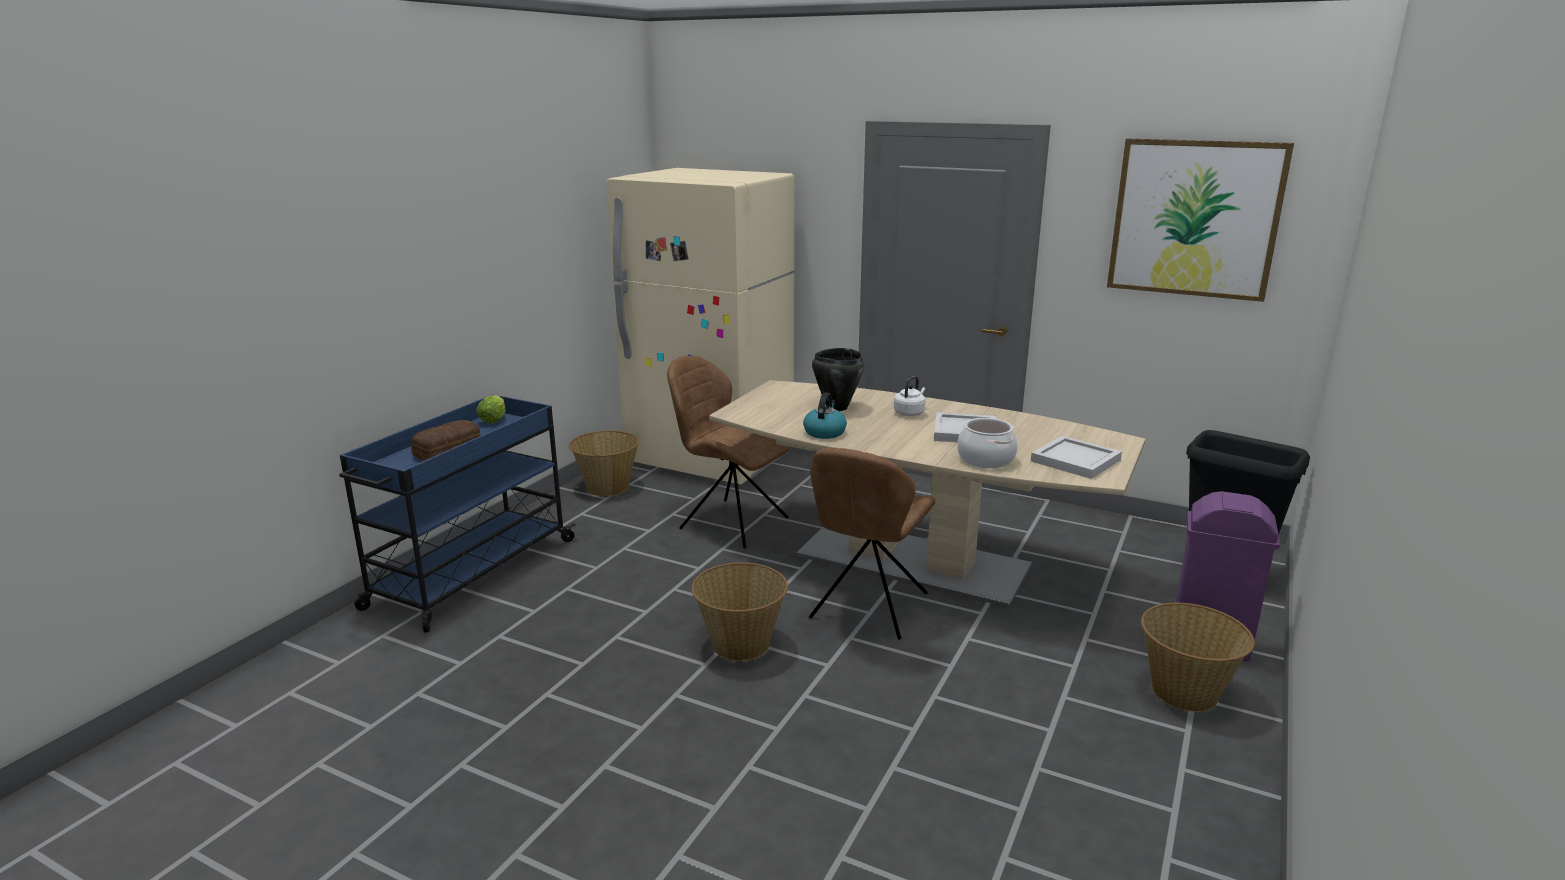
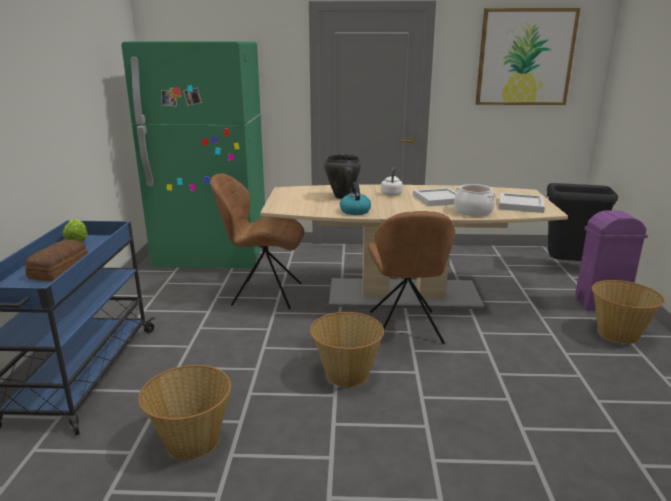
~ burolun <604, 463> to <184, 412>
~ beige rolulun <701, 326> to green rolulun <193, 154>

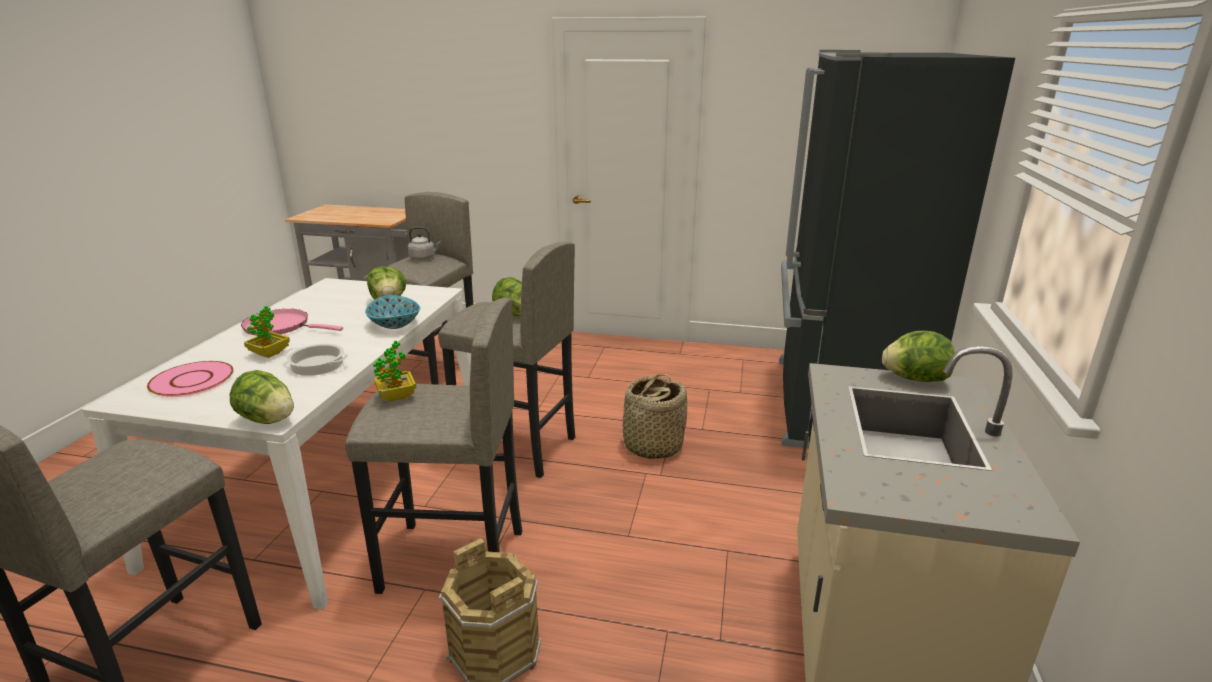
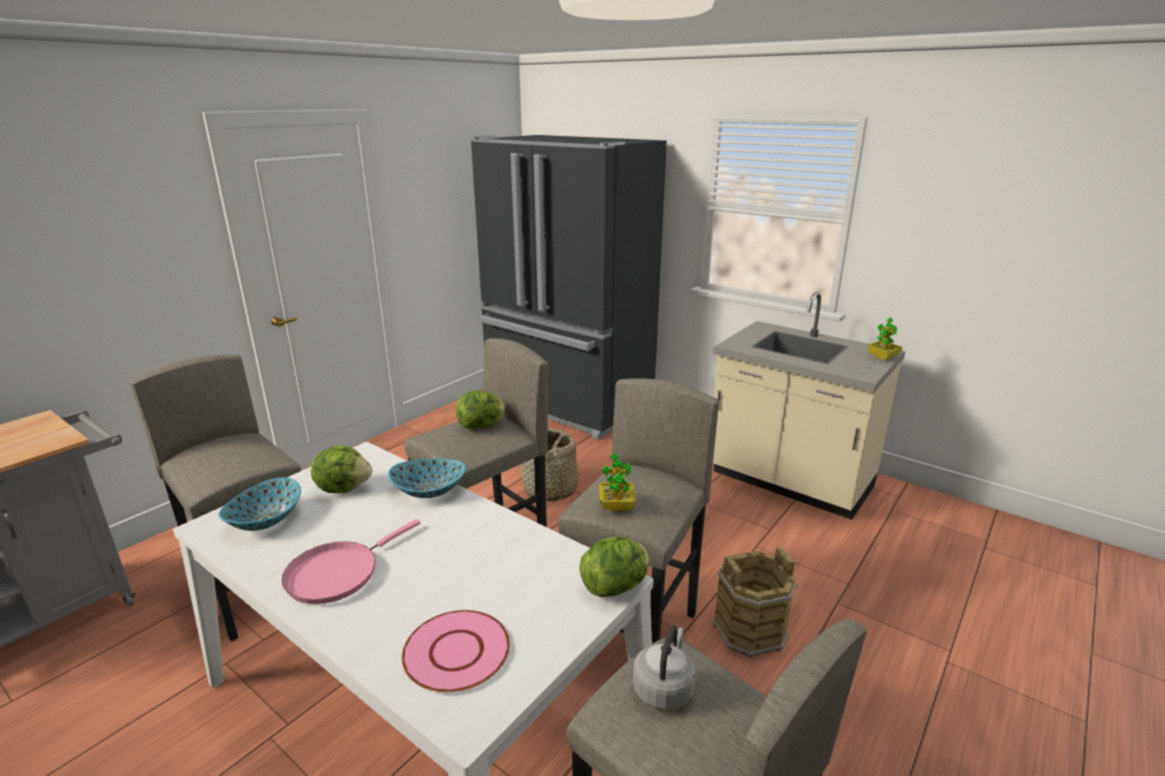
- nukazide <315, 360>
- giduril <918, 356>
+ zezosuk <259, 504>
~ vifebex <267, 332> to <884, 339>
~ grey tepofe <424, 243> to <664, 667>

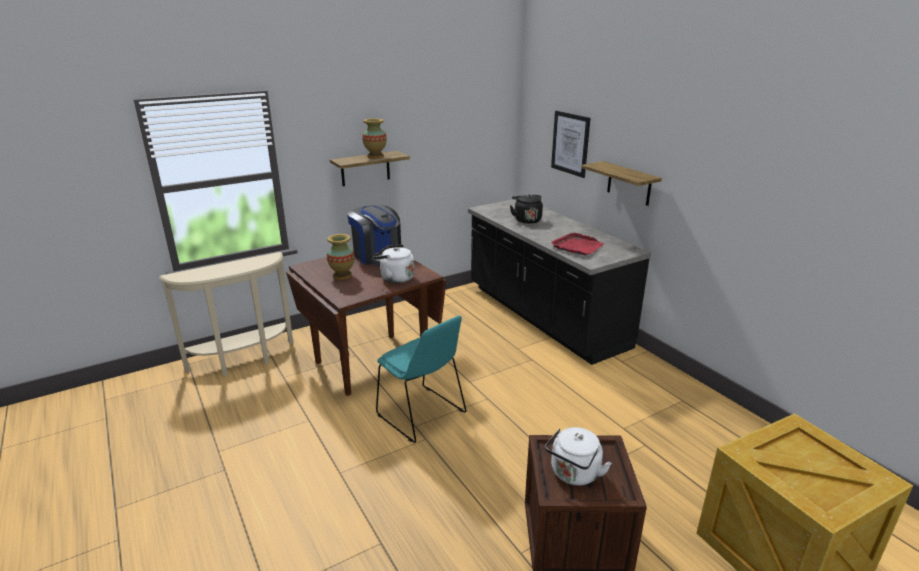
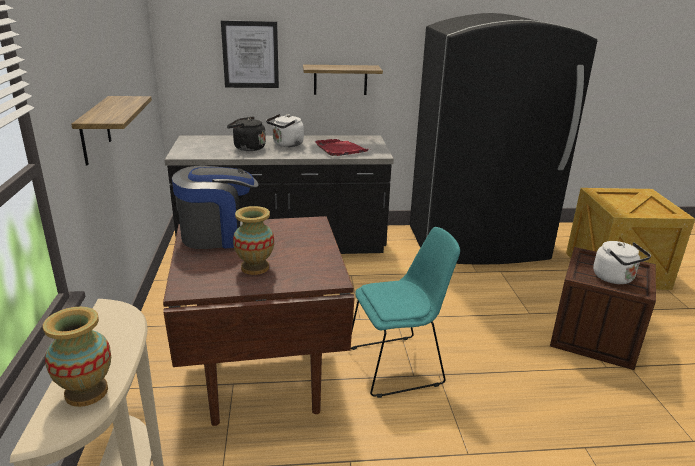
+ black rolulun <503, 139>
~ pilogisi <374, 138> to <77, 357>
~ white tepofe <394, 263> to <285, 130>

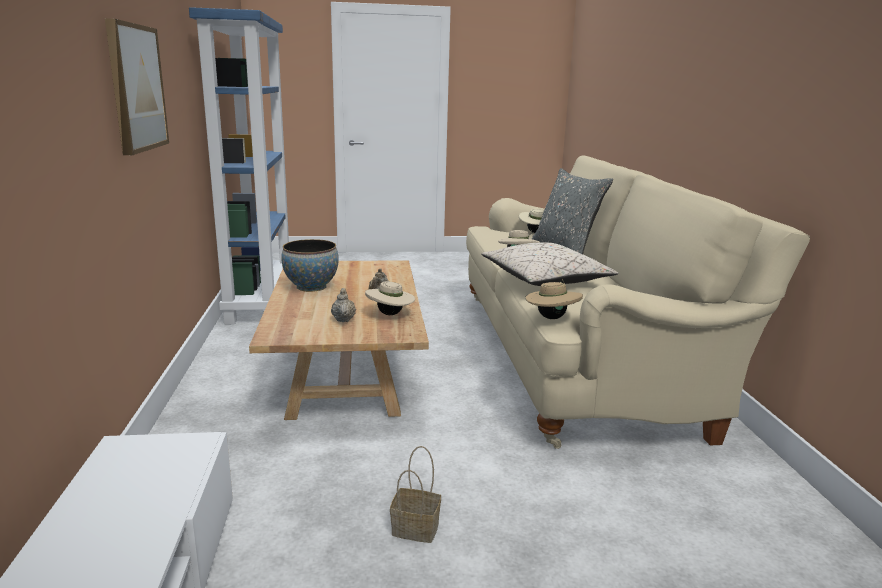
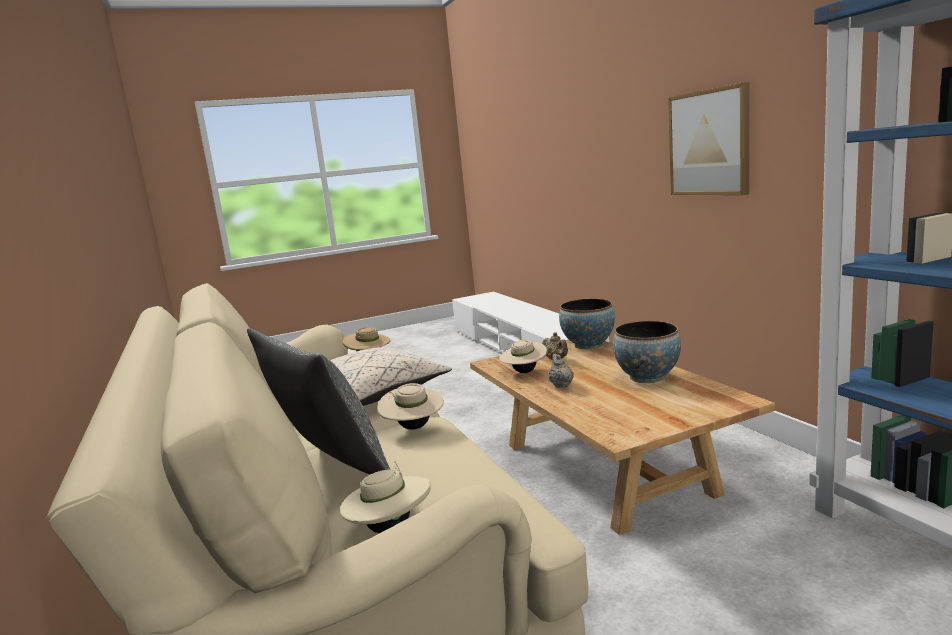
- burolun <415, 494>
+ zezosuk <587, 324>

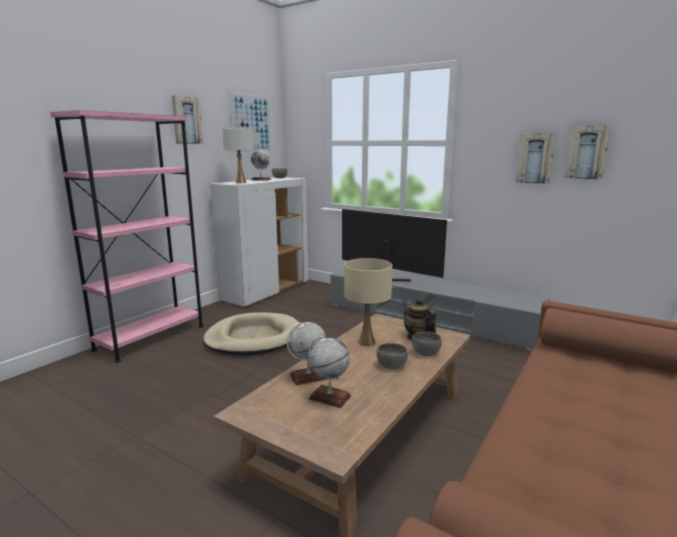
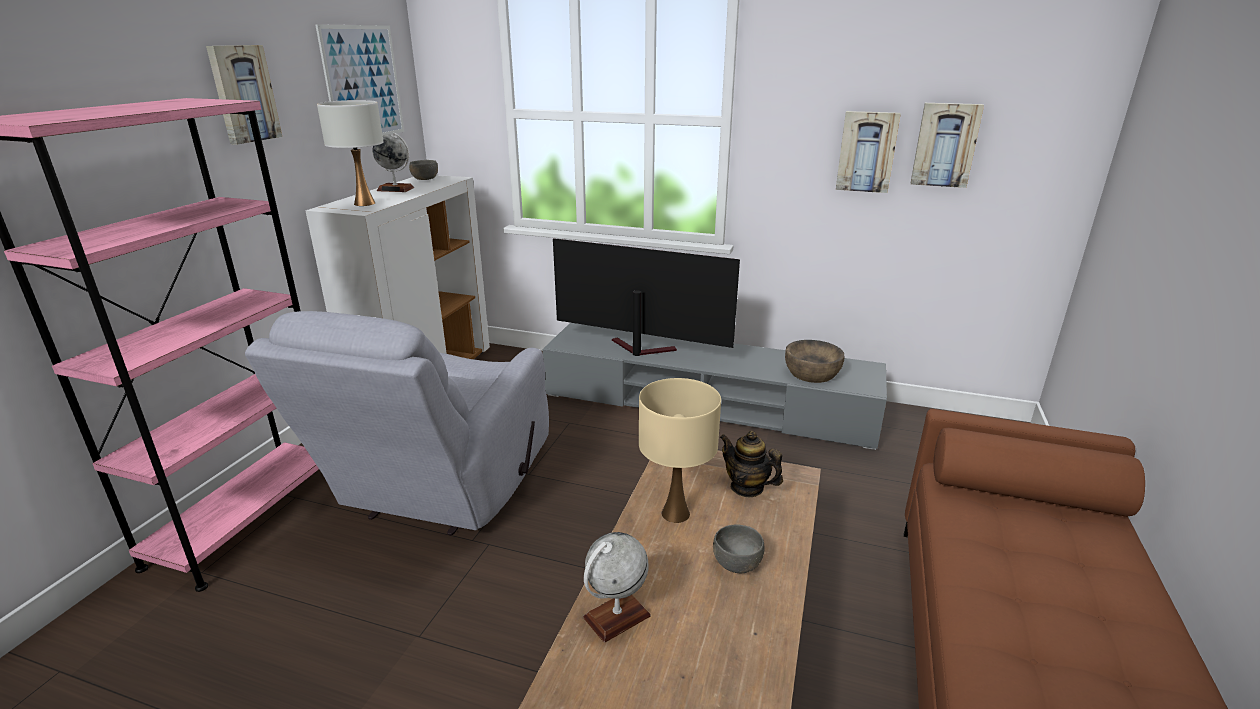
- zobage <330, 372>
- grey zezosuk <427, 343>
+ brown zezosuk <814, 361>
~ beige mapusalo <251, 333> to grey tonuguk <397, 423>

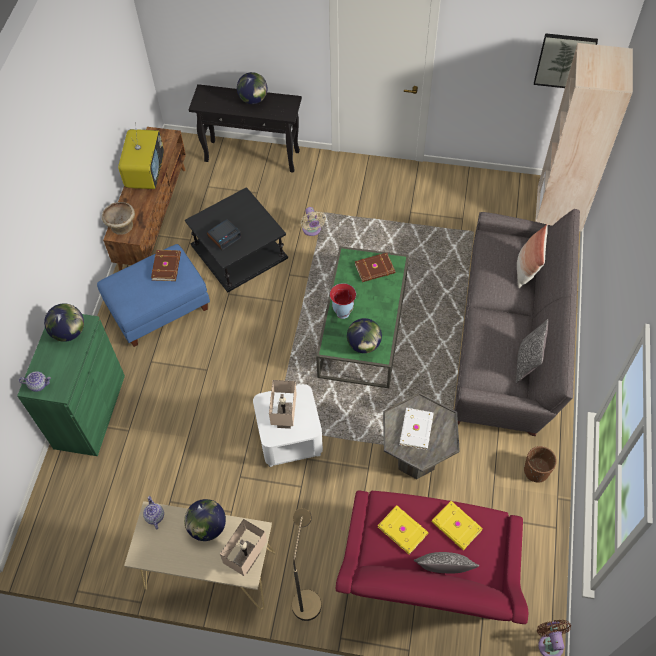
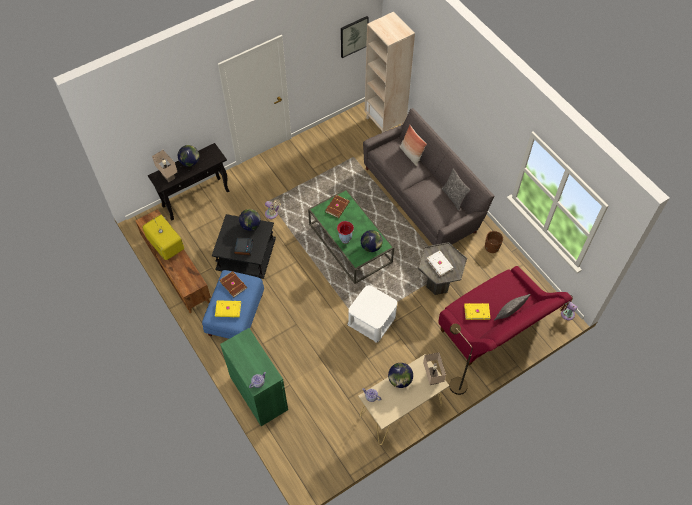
- beige zezosuk <118, 218>
~ zobage <64, 323> to <250, 220>
~ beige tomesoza <283, 404> to <164, 166>
~ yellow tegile <457, 525> to <228, 308>

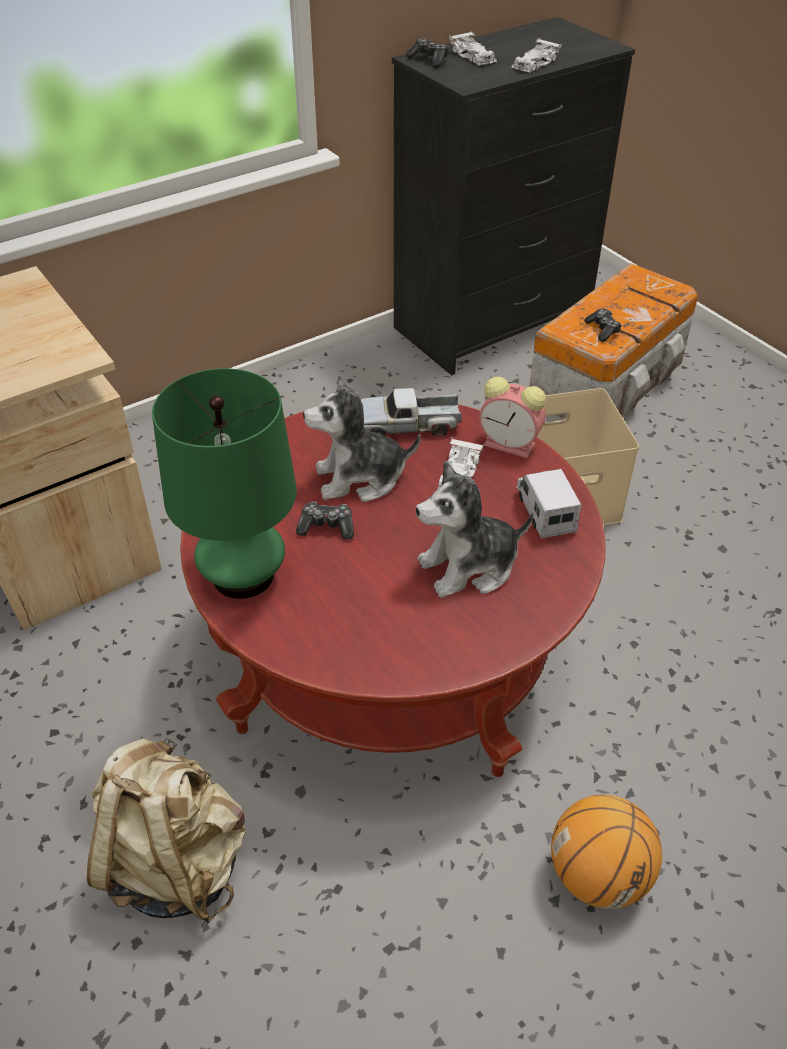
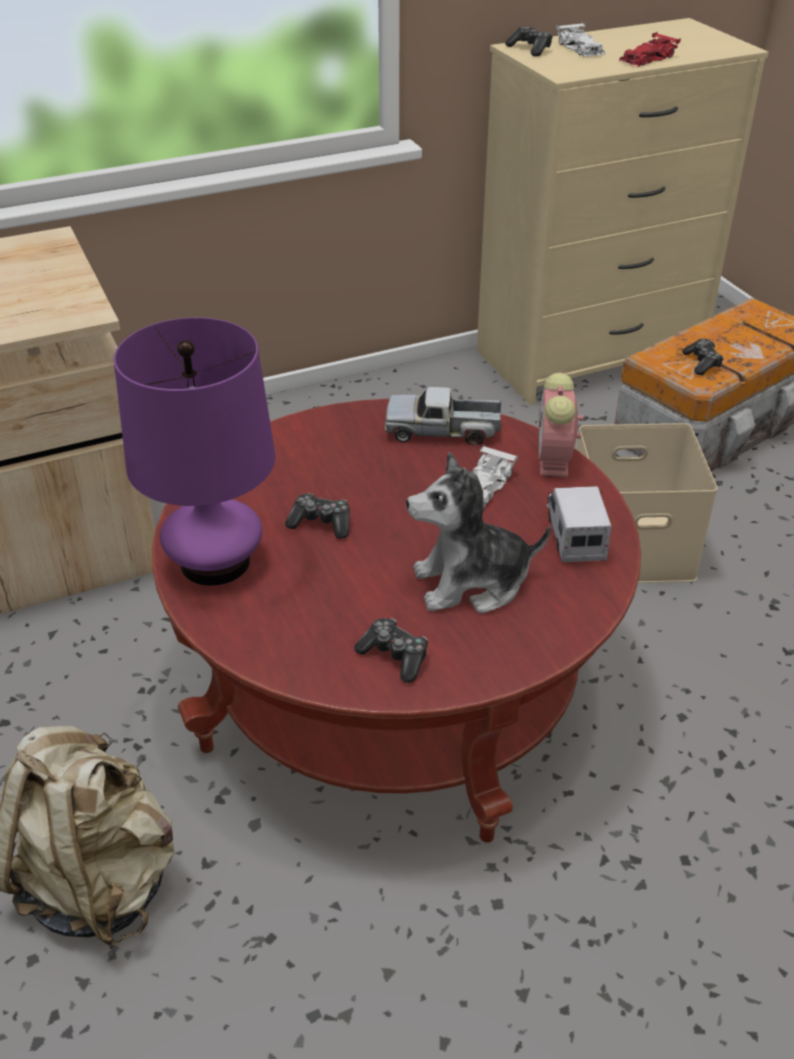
- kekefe <362, 438>
- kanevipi <606, 852>
+ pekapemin <391, 650>
~ green tomesoza <224, 483> to purple tomesoza <194, 451>
~ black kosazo <513, 196> to beige kosazo <623, 211>
~ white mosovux <536, 55> to red mosovux <650, 49>
~ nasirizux <512, 417> = <561, 425> 60 degrees clockwise

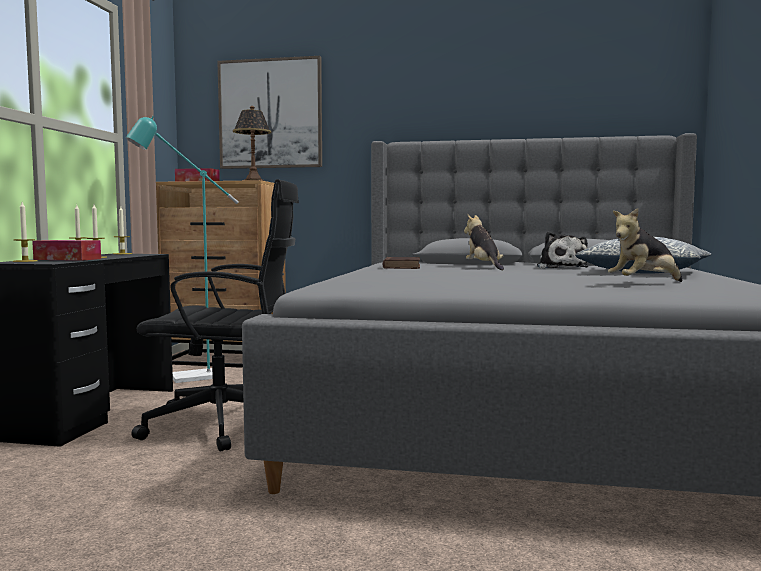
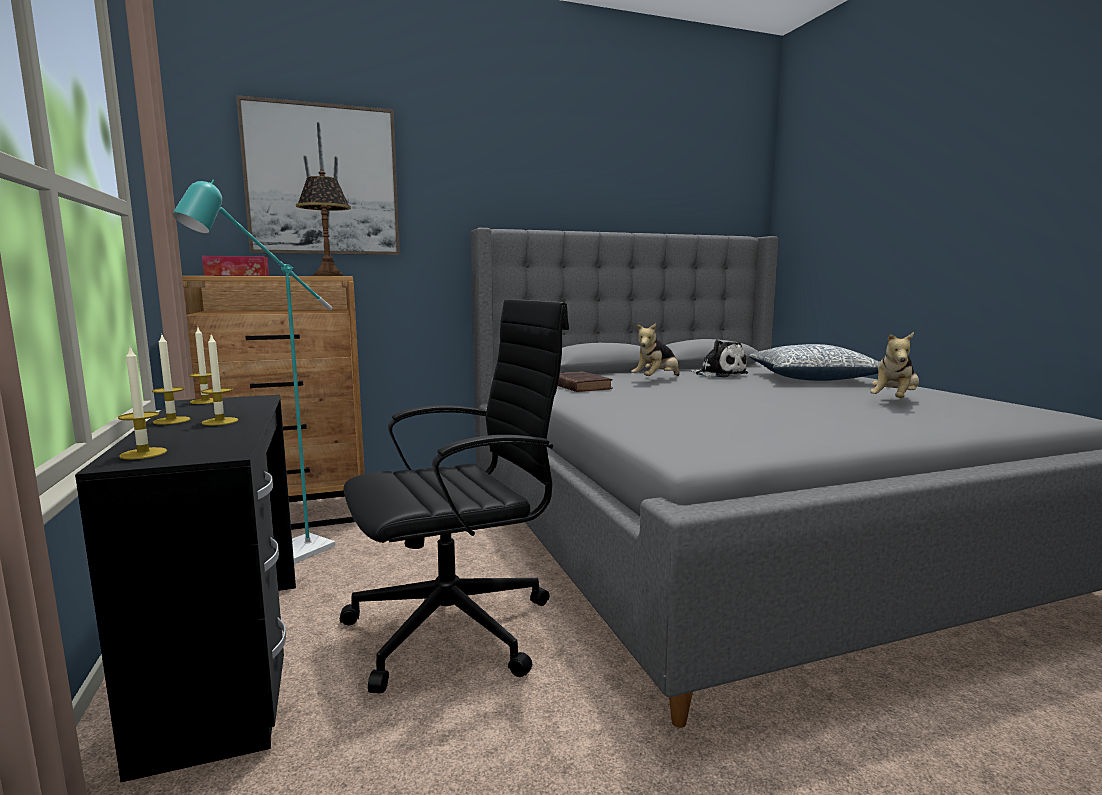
- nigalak <66, 250>
~ kekefe <484, 242> = <655, 349> 90 degrees counterclockwise

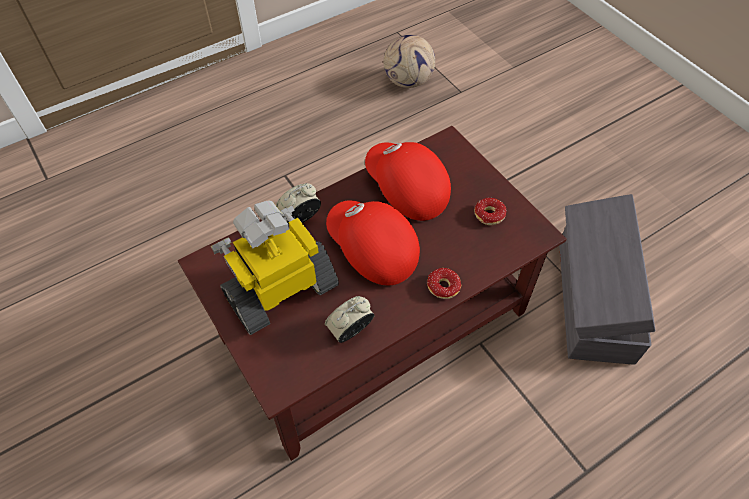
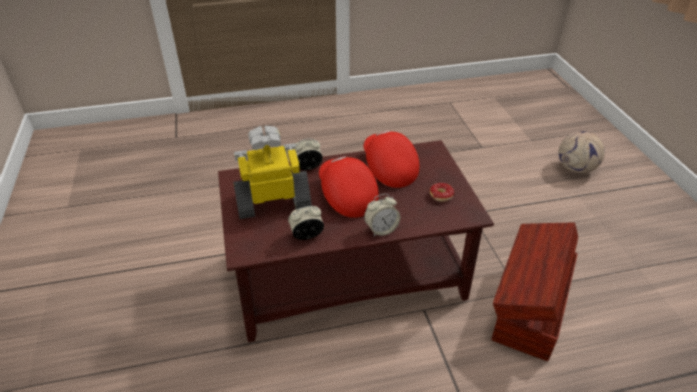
~ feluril <409, 61> to <582, 152>
~ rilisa <444, 283> to nasirizux <382, 215>
~ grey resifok <607, 279> to brown resifok <534, 292>

